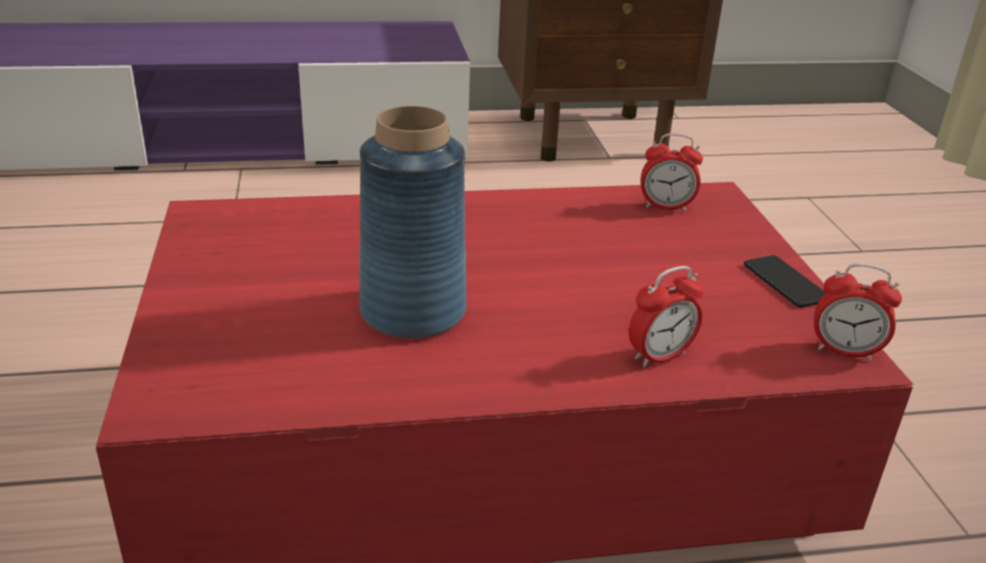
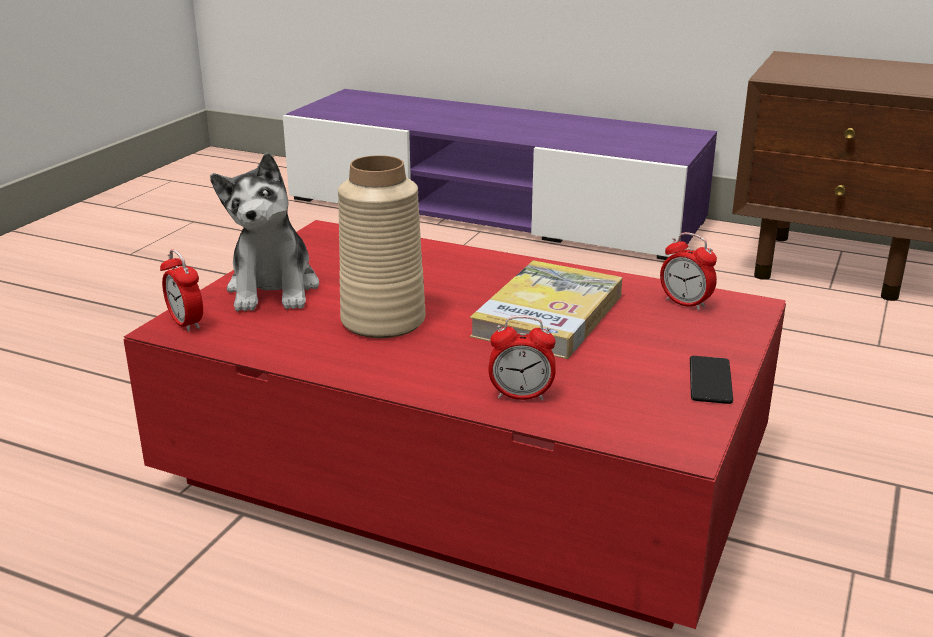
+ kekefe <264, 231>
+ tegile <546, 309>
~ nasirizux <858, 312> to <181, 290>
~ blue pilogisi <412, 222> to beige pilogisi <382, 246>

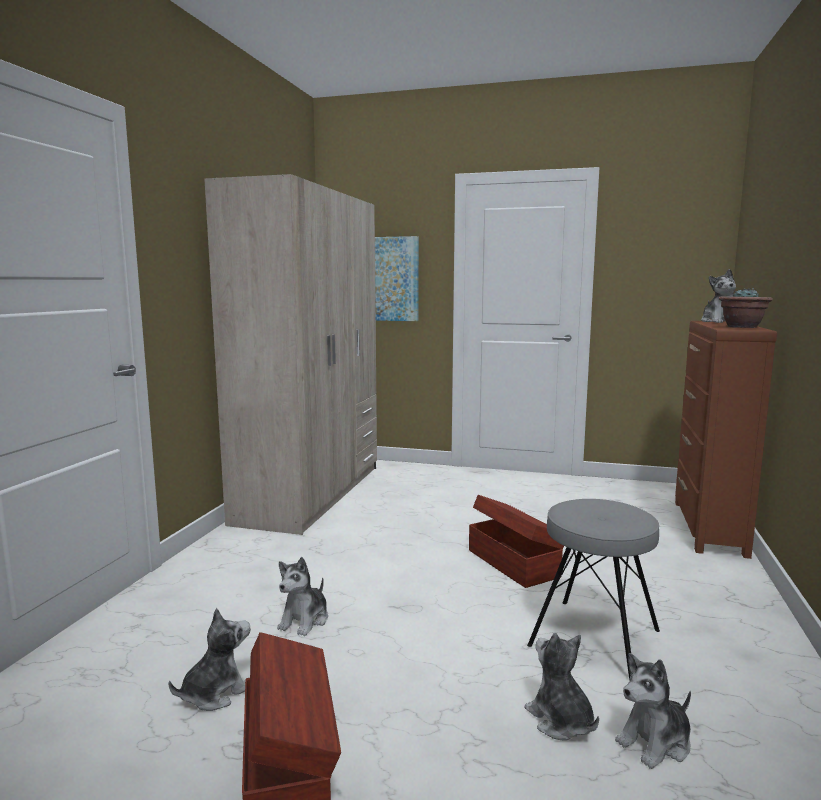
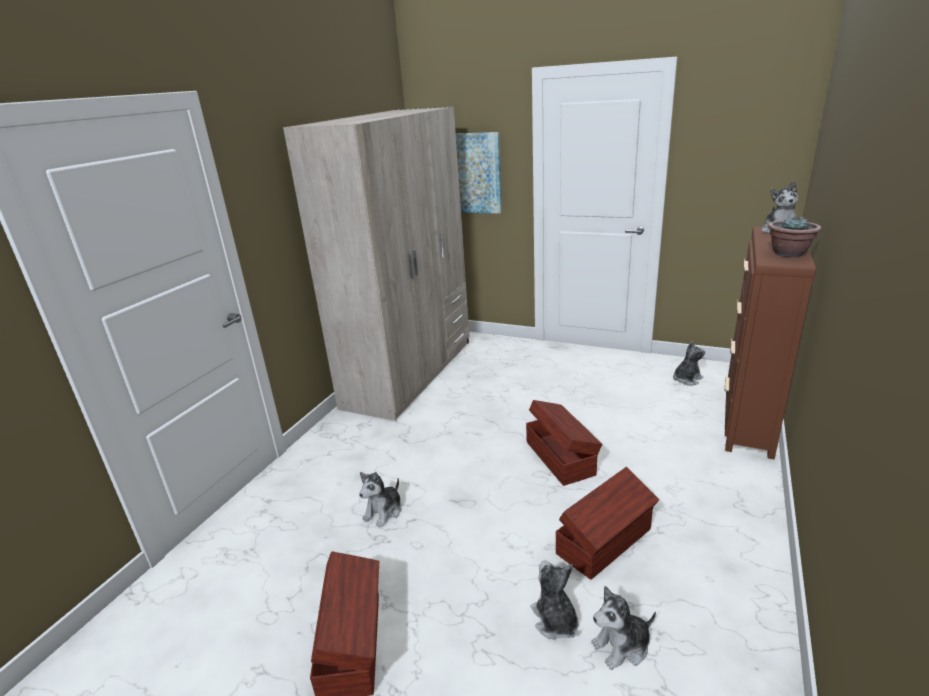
~ kekefe <210, 659> to <689, 363>
~ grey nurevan <593, 589> to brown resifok <607, 523>

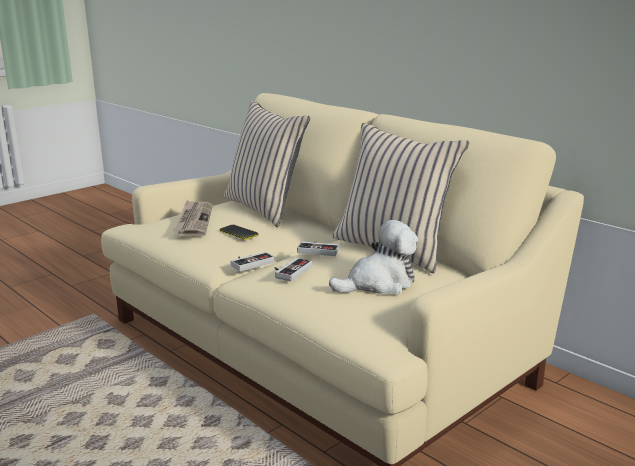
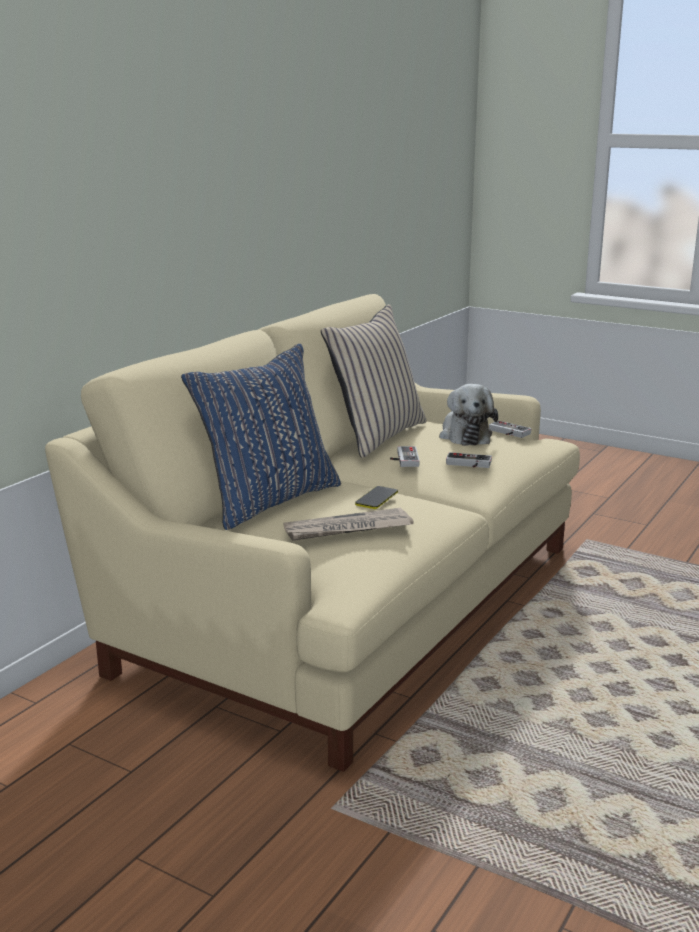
~ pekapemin <252, 262> to <510, 429>
~ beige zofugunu <267, 164> to blue zofugunu <261, 437>
~ kekefe <373, 257> = <468, 415> 150 degrees counterclockwise

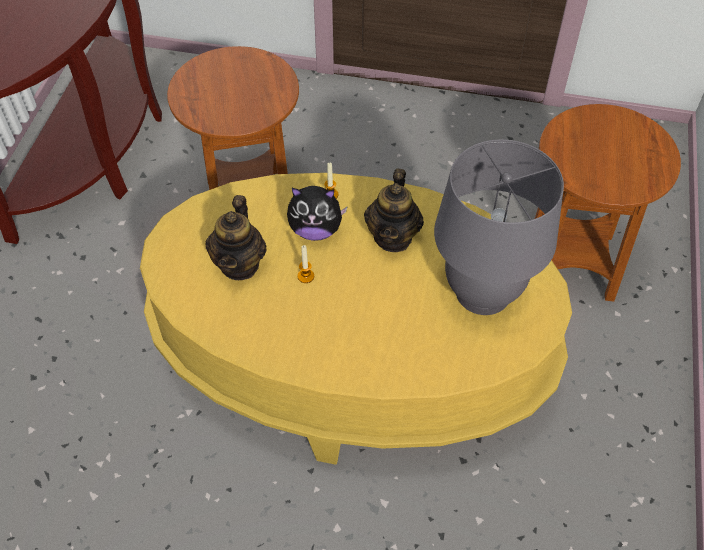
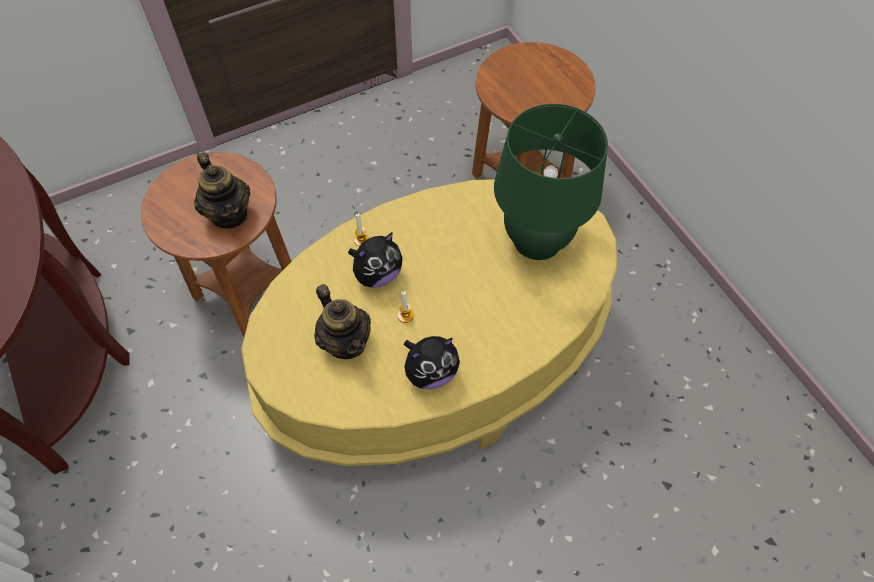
+ kekefe <432, 362>
~ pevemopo <394, 210> to <222, 190>
~ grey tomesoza <499, 227> to green tomesoza <551, 182>

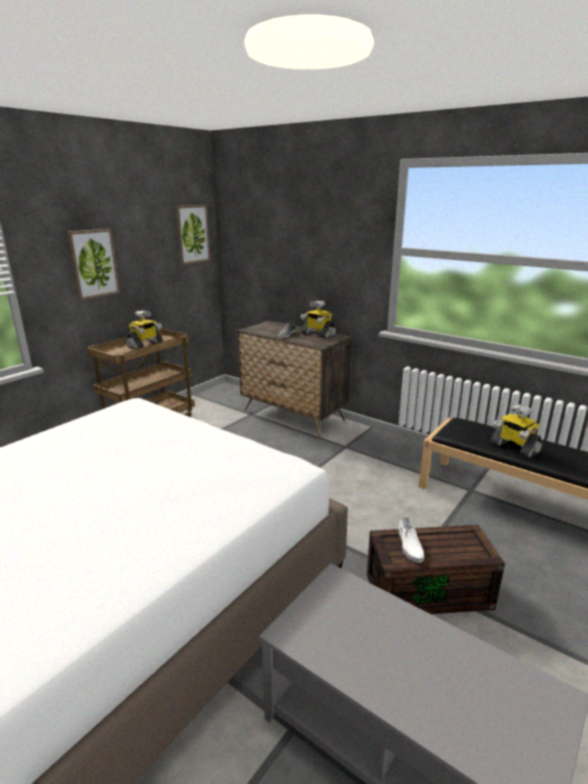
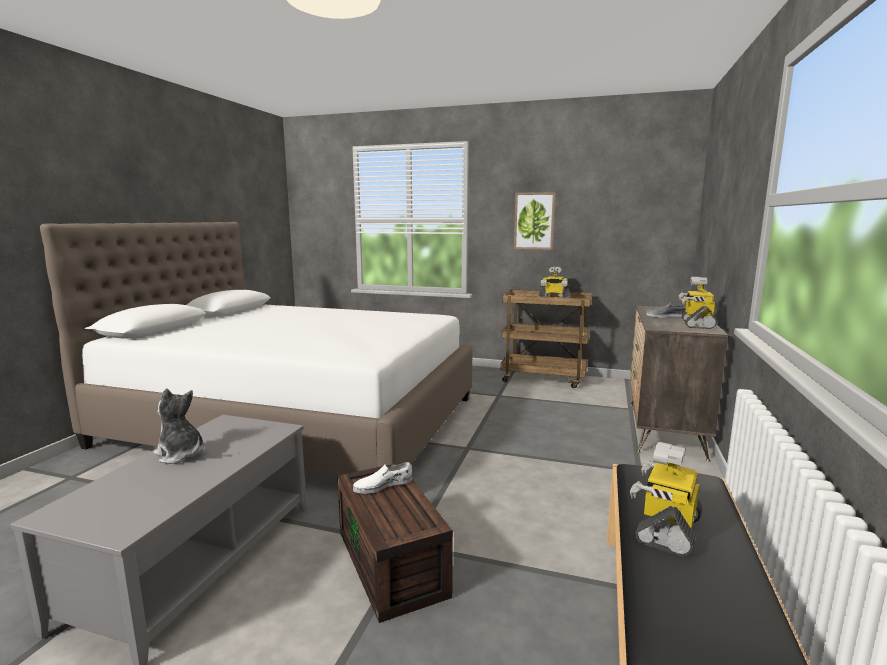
- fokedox <193, 235>
+ kekefe <180, 426>

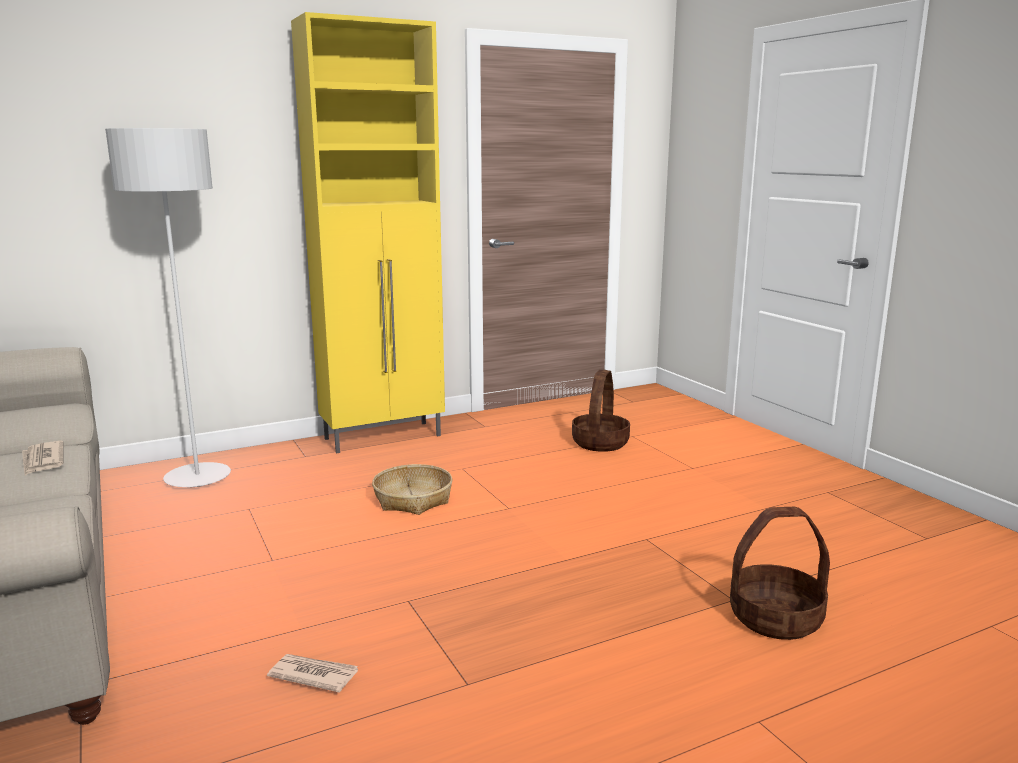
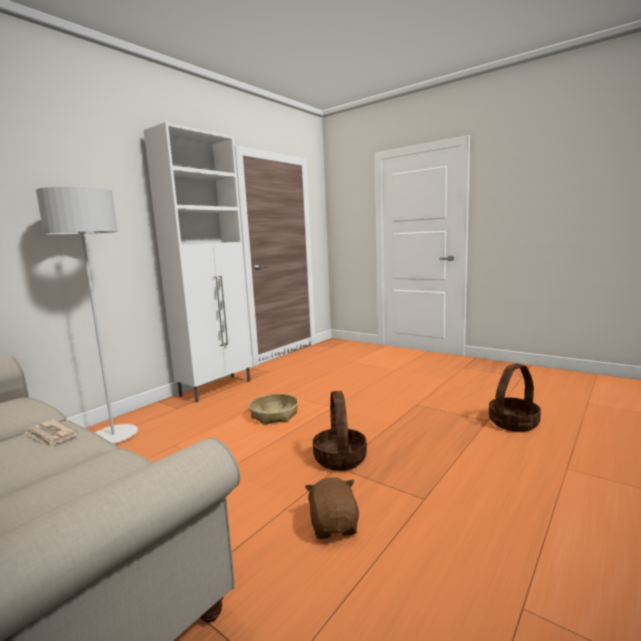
~ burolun <601, 411> to <340, 431>
~ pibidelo <312, 673> to brown kekefe <332, 508>
~ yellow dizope <368, 232> to white dizope <198, 262>

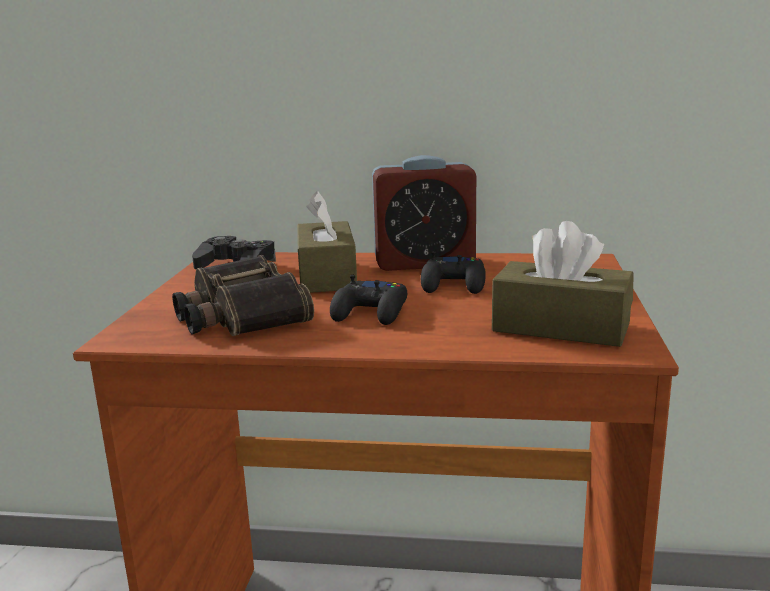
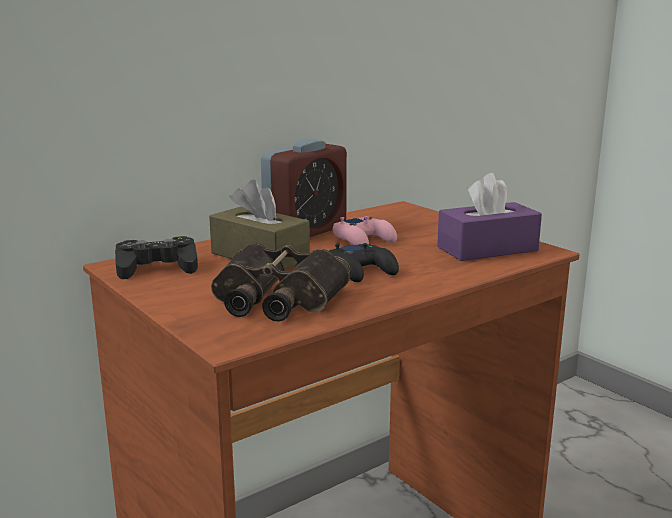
~ black pekapemin <453, 272> to pink pekapemin <365, 230>
~ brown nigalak <563, 284> to purple nigalak <489, 217>

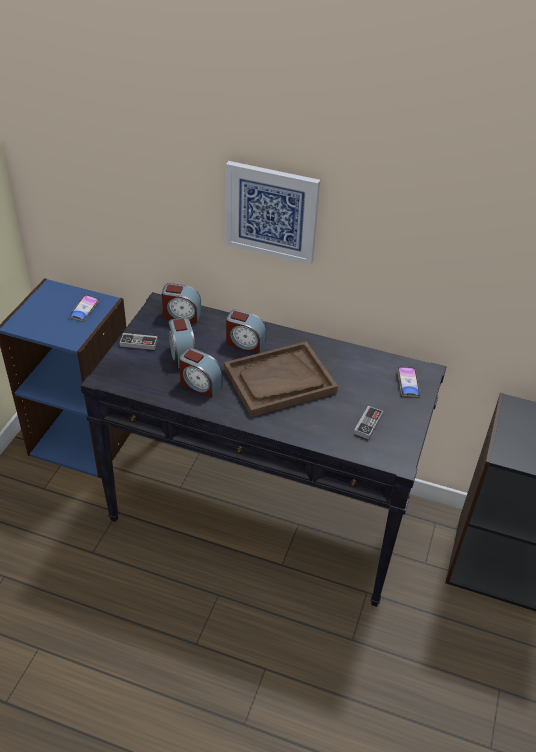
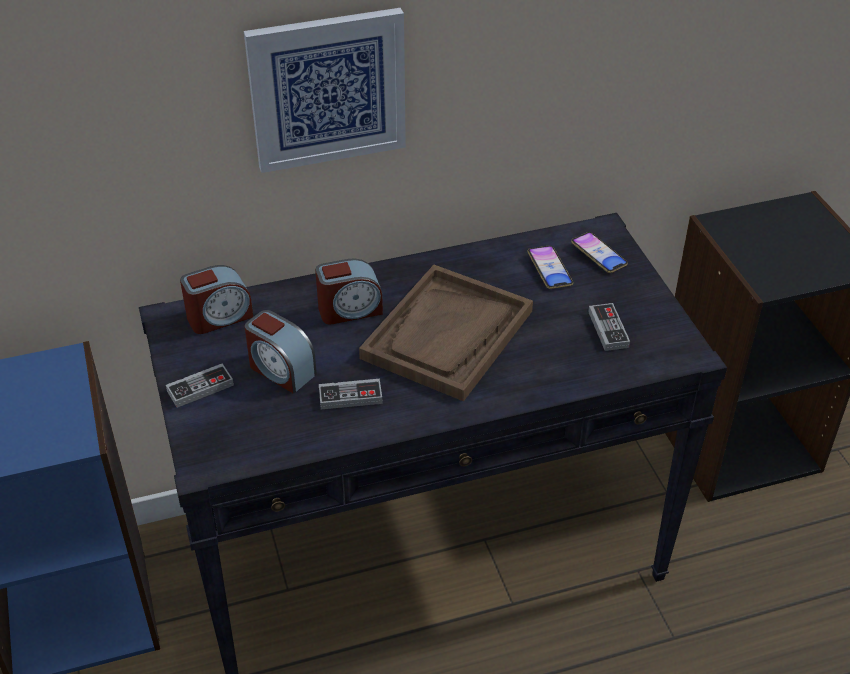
~ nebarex <84, 308> to <550, 267>
~ nasirizux <200, 373> to pekapemin <351, 394>

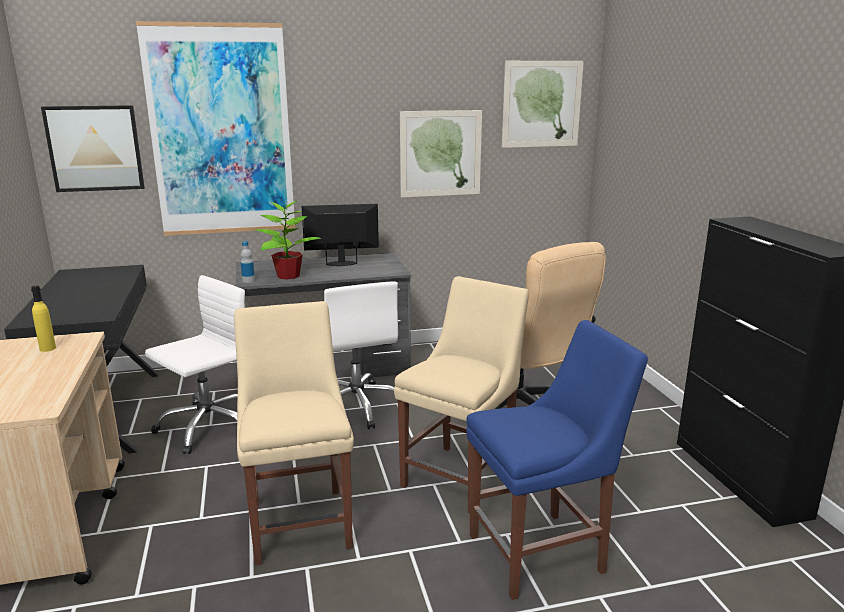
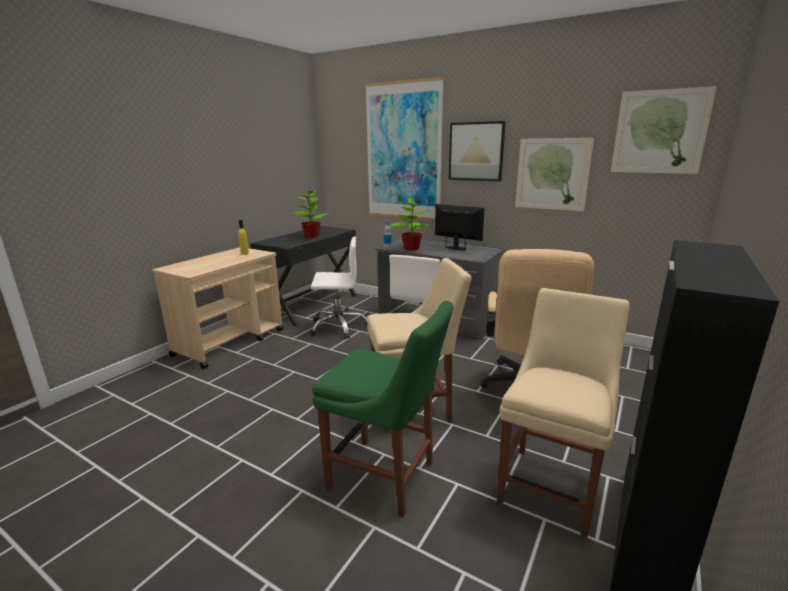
+ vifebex <312, 213>
~ fokedox <93, 148> to <477, 151>
~ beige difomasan <294, 433> to <563, 413>
~ blue difomasan <557, 460> to green difomasan <382, 409>

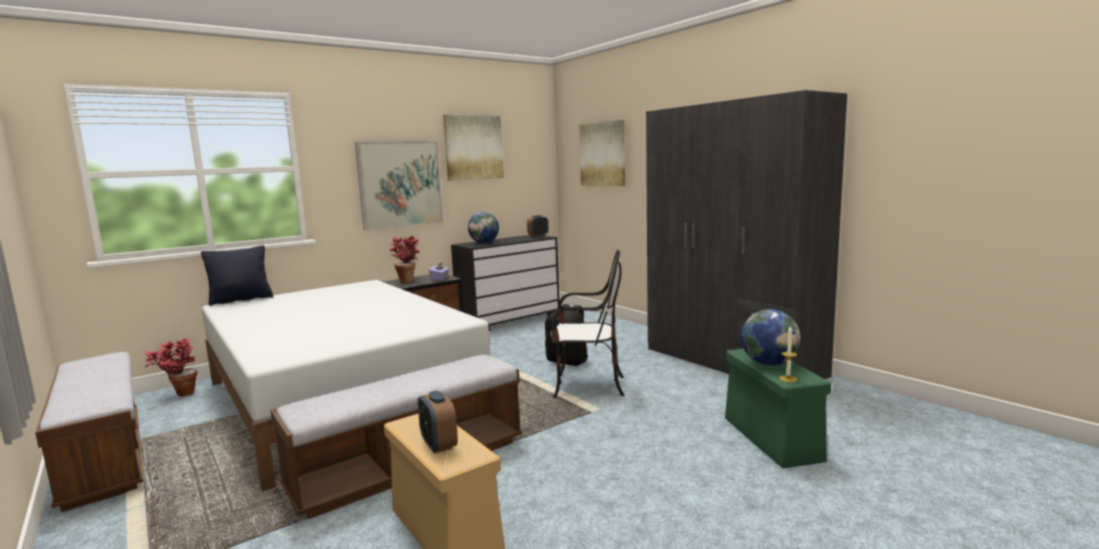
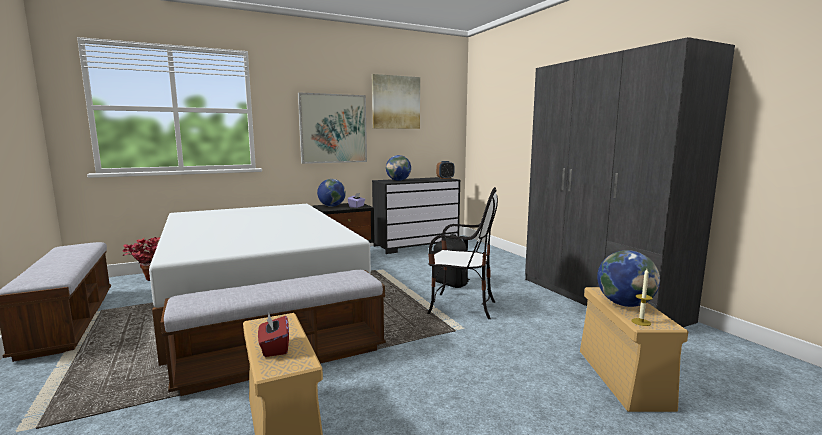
- black zofugunu <237, 275>
- fokedox <602, 153>
~ vifebex <405, 259> to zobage <331, 193>
~ nasirizux <438, 422> to red nigalak <273, 334>
~ green resifok <778, 408> to beige resifok <634, 349>

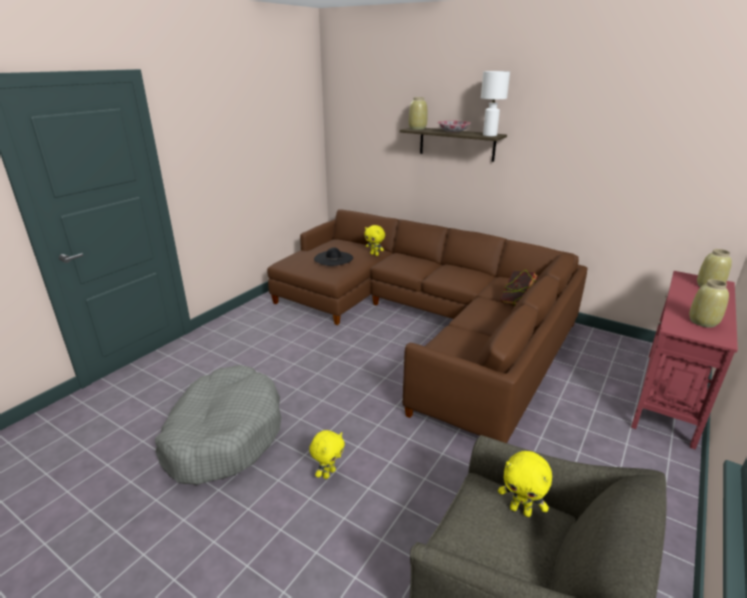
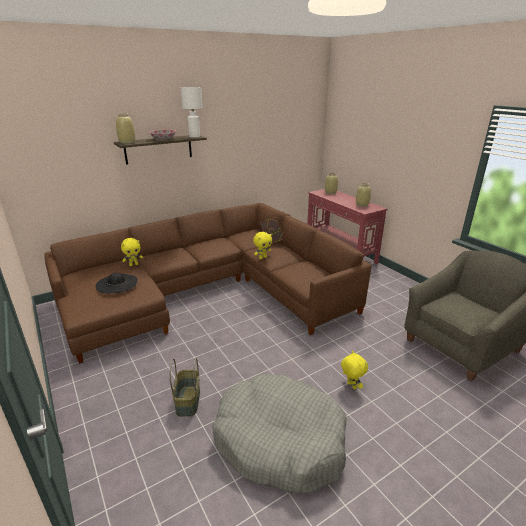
+ burolun <185, 387>
~ yellow kekefe <525, 484> to <262, 245>

